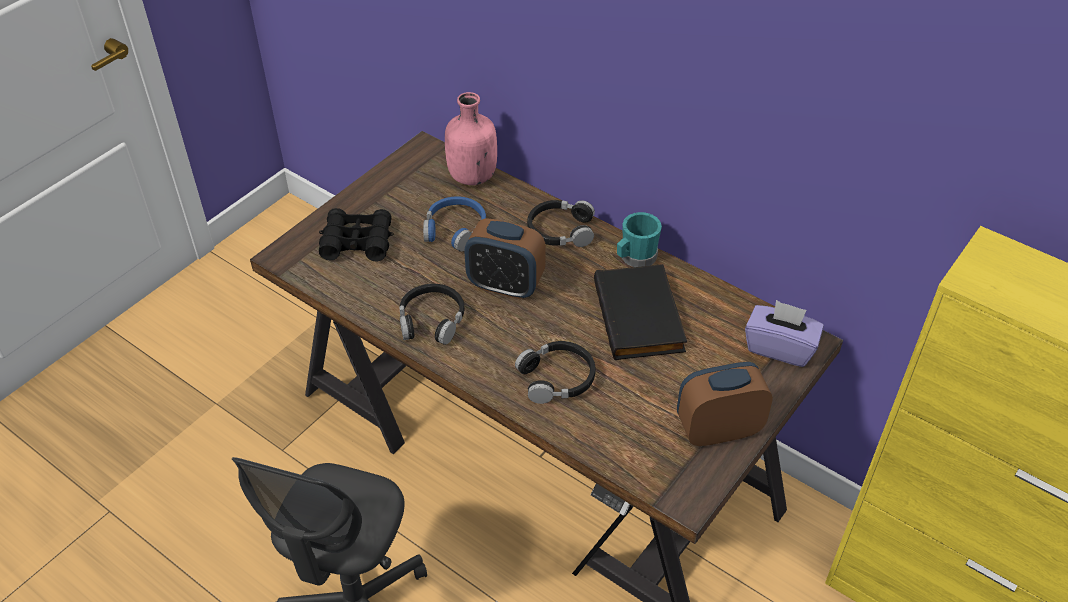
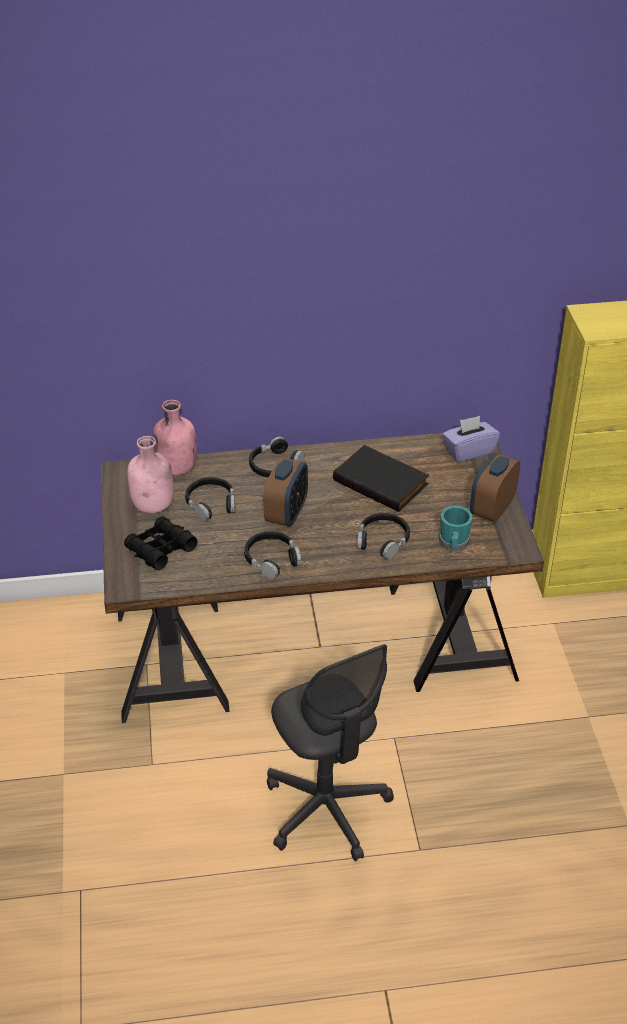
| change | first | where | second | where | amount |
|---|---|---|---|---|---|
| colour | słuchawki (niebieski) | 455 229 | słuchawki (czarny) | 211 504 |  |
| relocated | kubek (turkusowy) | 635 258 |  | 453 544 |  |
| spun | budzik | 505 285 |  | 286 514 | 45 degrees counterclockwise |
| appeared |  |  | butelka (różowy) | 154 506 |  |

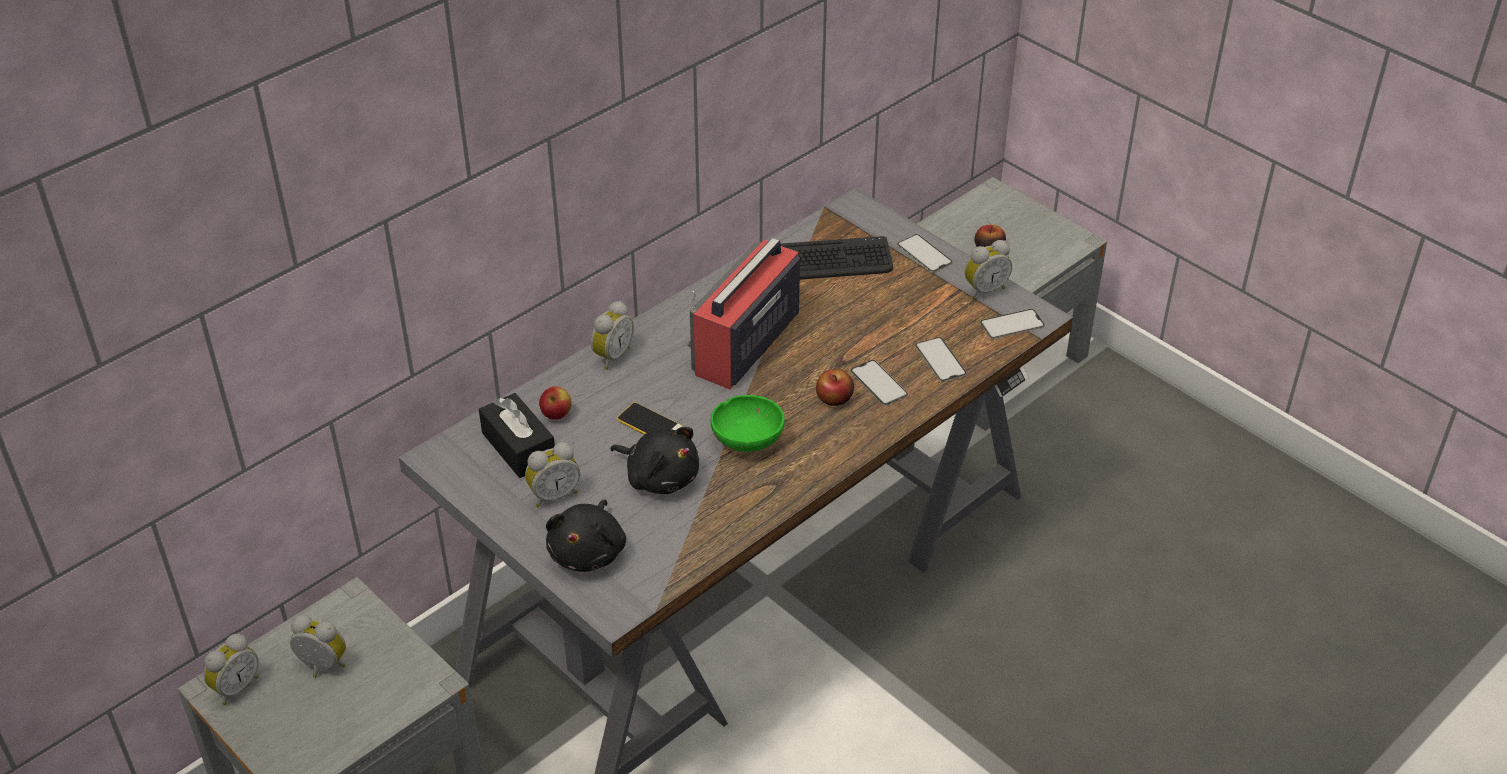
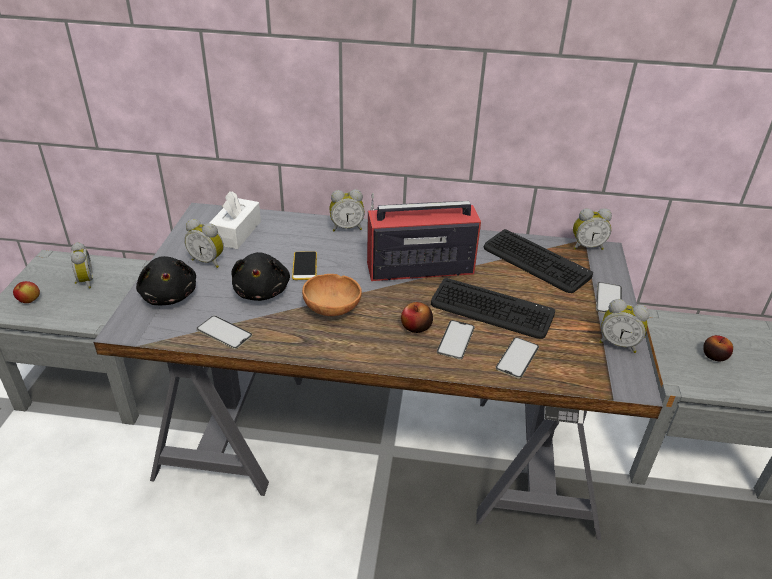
| change | first | where | second | where | amount |
|---|---|---|---|---|---|
| relocated | telefon | 1012 324 |  | 224 332 |  |
| relocated | jabłko | 556 415 |  | 29 301 |  |
| colour | pudełko chusteczek (czarny) | 518 447 | pudełko chusteczek (biały) | 236 232 |  |
| colour | miska (zielony) | 748 440 | miska (brązowy) | 333 309 |  |
| spun | pluszak (czarny) | 589 552 |  | 169 295 | 90 degrees counterclockwise |
| relocated | budzik | 235 687 |  | 586 246 |  |
| appeared |  |  | klawiatura | 491 310 |  |

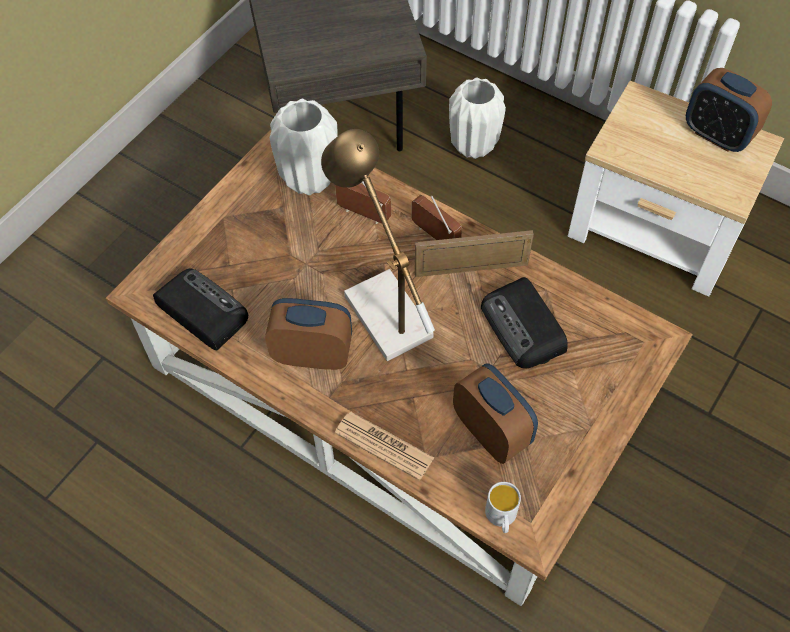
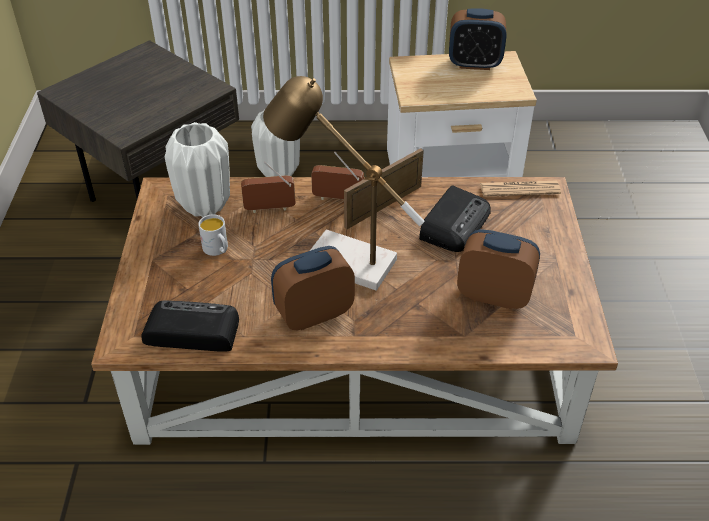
| change | first | where | second | where | amount |
|---|---|---|---|---|---|
| spun | radio | 524 328 |  | 455 224 | 90 degrees counterclockwise |
| relocated | gazeta | 384 445 |  | 519 189 |  |
| relocated | kubek (biały) | 501 517 |  | 217 250 |  |

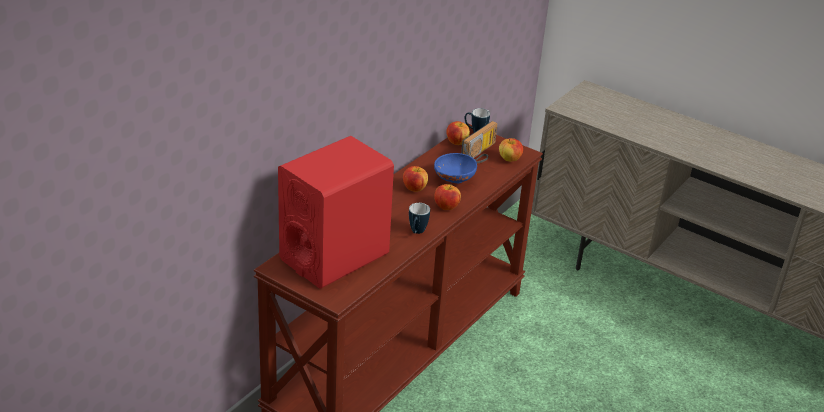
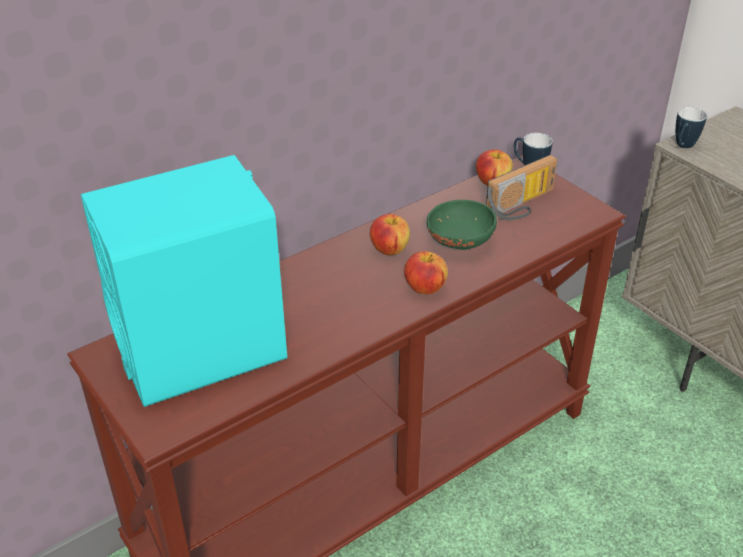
| change | first | where | second | where | amount |
|---|---|---|---|---|---|
| colour | głośnik (czerwony) | 335 256 | głośnik (turkusowy) | 201 350 |  |
| missing | jabłko | 509 159 |  |  |  |
| colour | miska (niebieski) | 453 179 | miska (zielony) | 458 242 |  |
| relocated | kubek | 416 232 |  | 683 147 |  |

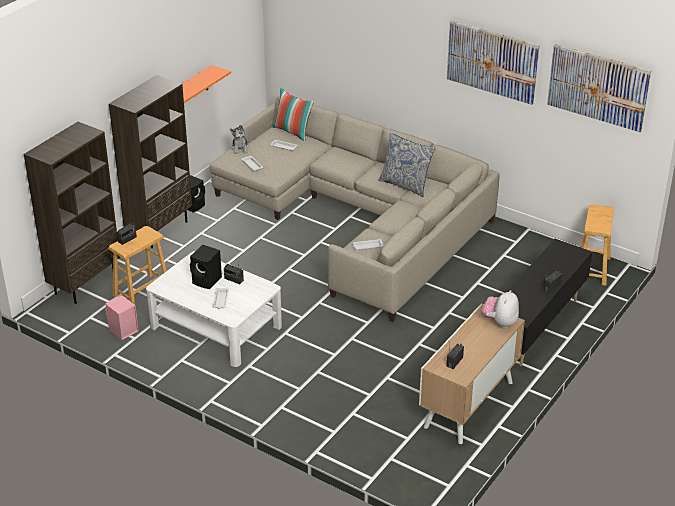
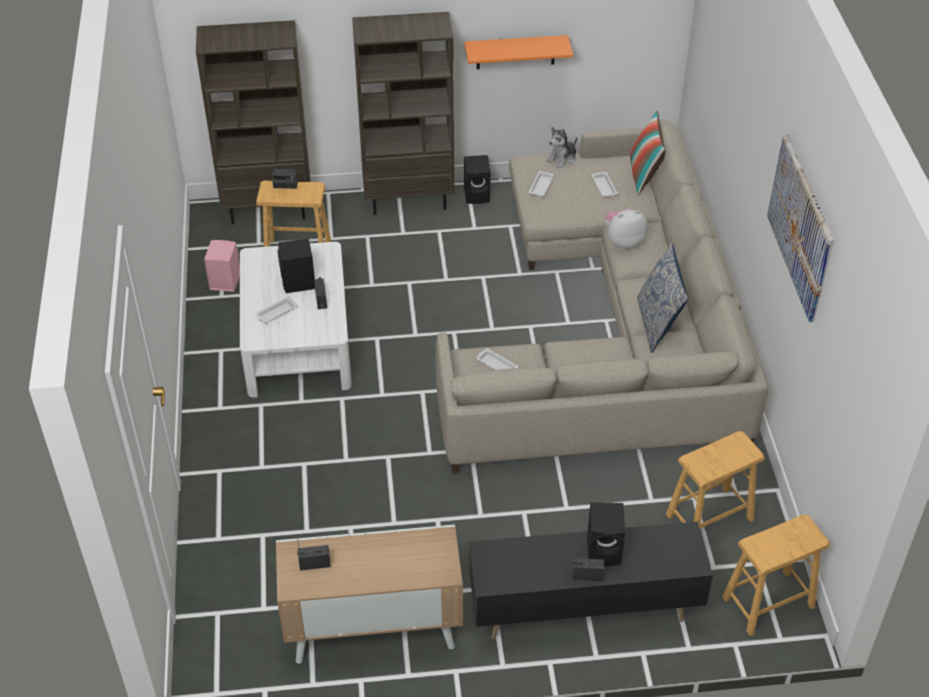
| change | first | where | second | where | amount |
|---|---|---|---|---|---|
| missing | obraz | 598 87 |  |  |  |
| relocated | pluszak | 500 322 |  | 623 241 |  |
| appeared |  |  | stołek (brązowy) | 709 517 |  |
| appeared |  |  | głośnik (czarny) | 605 550 |  |

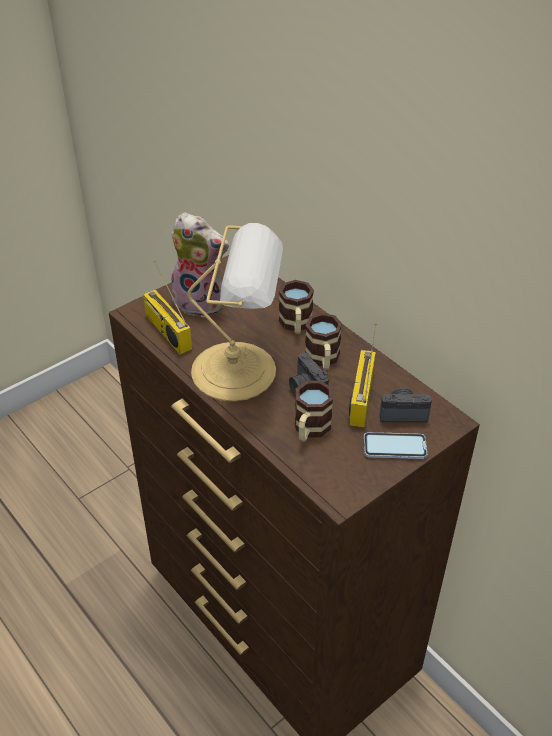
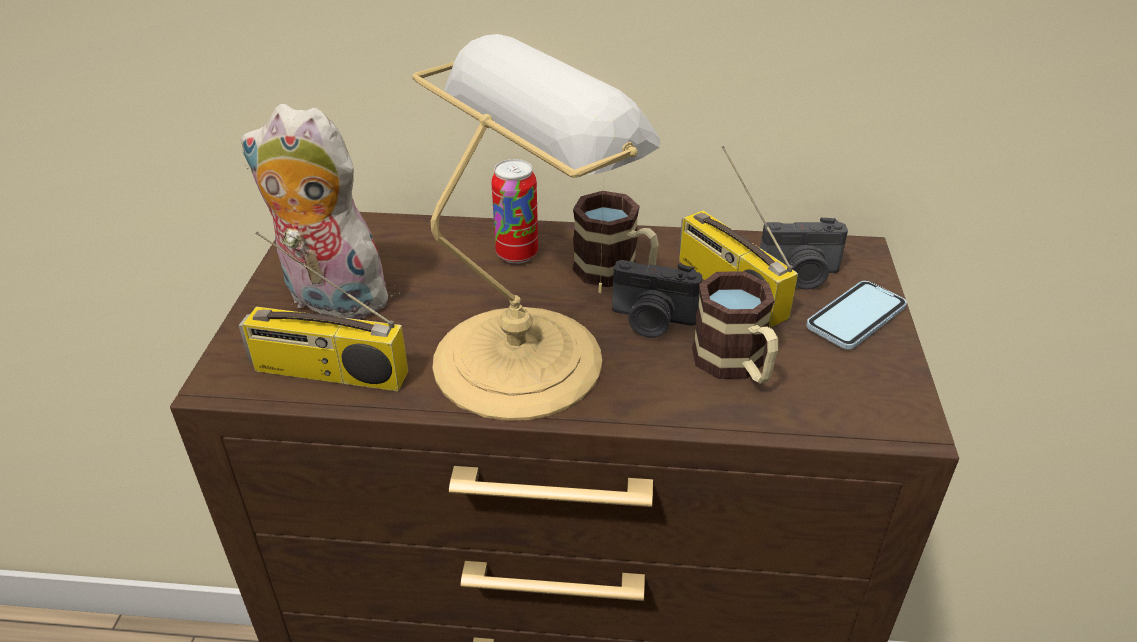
| change | first | where | second | where | amount |
|---|---|---|---|---|---|
| spun | pluszak | 201 302 |  | 329 300 | 135 degrees counterclockwise |
| exchanged | kubek | 296 325 | puszka | 517 254 |  |
| spun | aparat fotograficzny | 403 413 |  | 800 275 | 135 degrees counterclockwise |

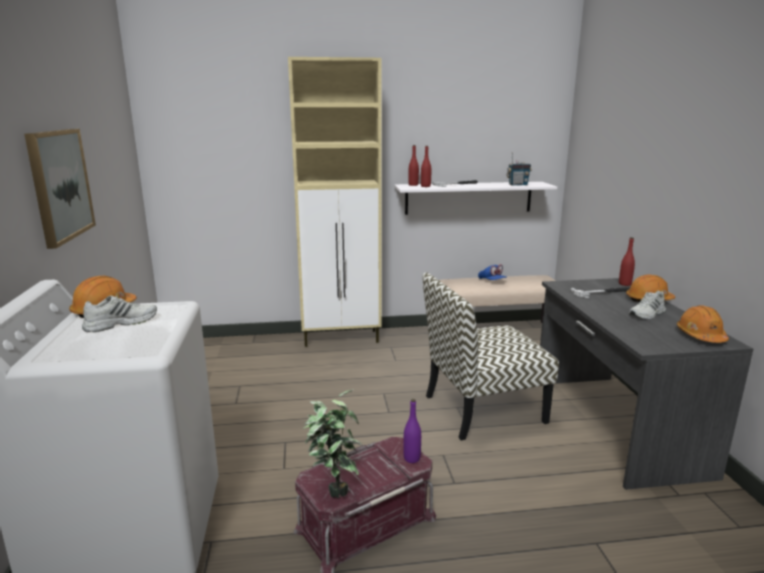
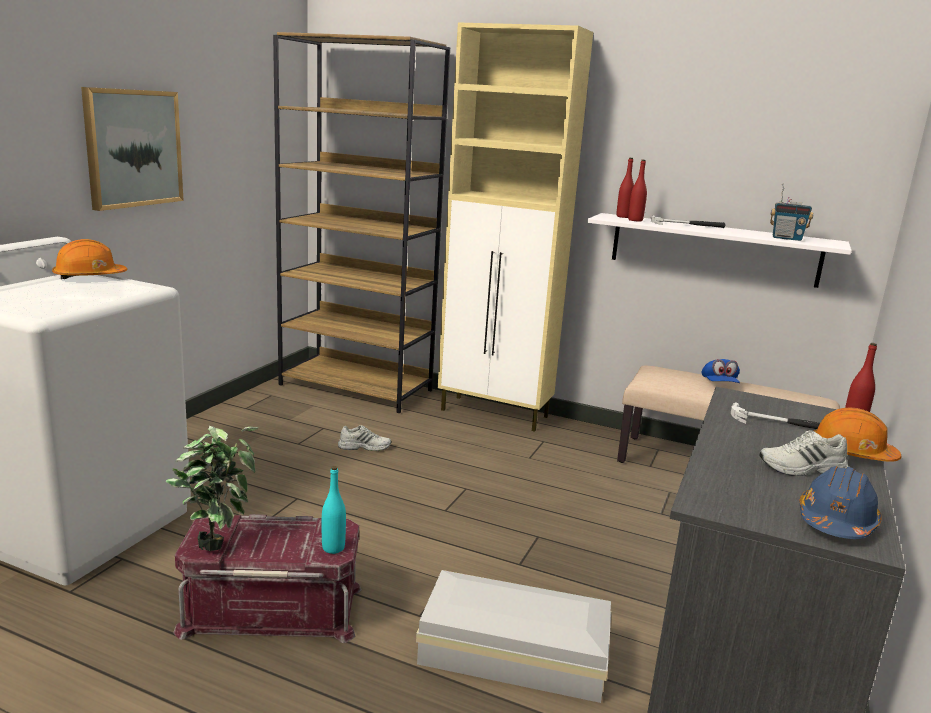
| change | first | where | second | where | amount |
|---|---|---|---|---|---|
| missing | krzesło | 482 409 |  |  |  |
| relocated | but (biały) | 121 323 |  | 364 446 |  |
| colour | kask (pomarańczowy) | 700 336 | kask (niebieski) | 836 522 |  |
| colour | butelka (fioletowy) | 412 458 | butelka (turkusowy) | 333 548 |  |
| appeared |  |  | regał (brązowy) | 357 387 |  |
| appeared |  |  | pojemnik do przechowywania (biały) | 516 655 |  |

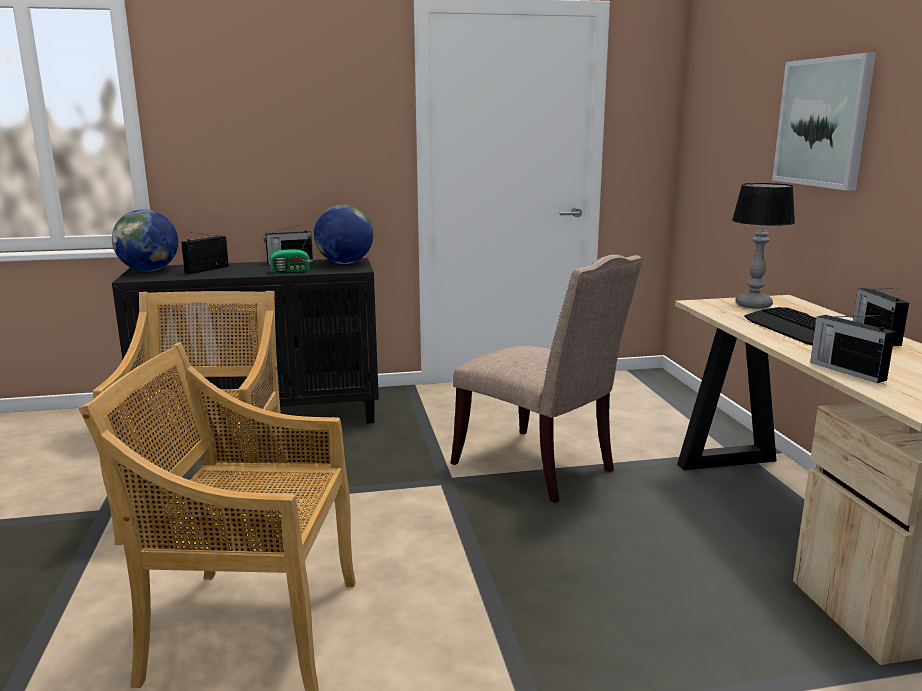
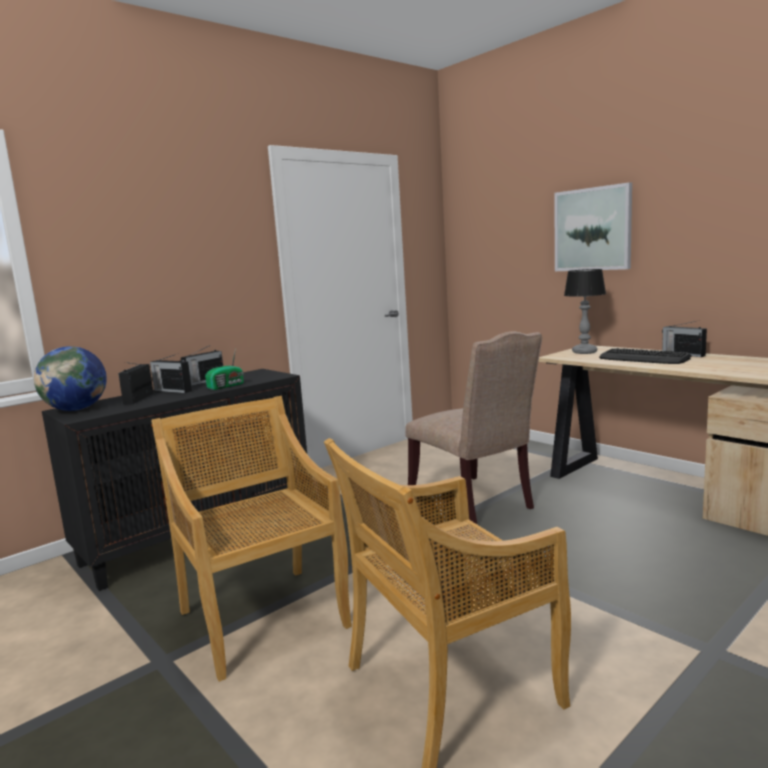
| change | first | where | second | where | amount |
|---|---|---|---|---|---|
| missing | globus | 345 263 |  |  |  |
| spun | krzesło (beżowy) | 540 468 |  | 475 504 | 45 degrees clockwise |
| relocated | radio | 845 370 |  | 172 390 |  |

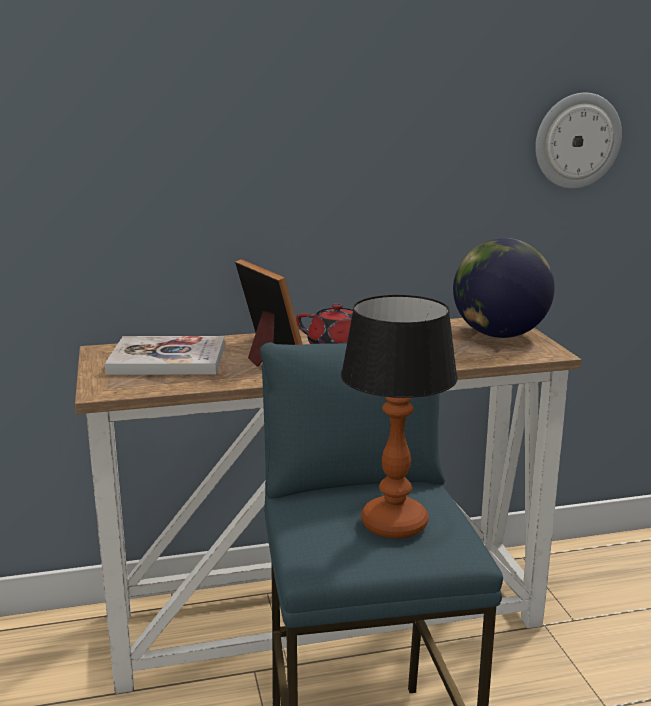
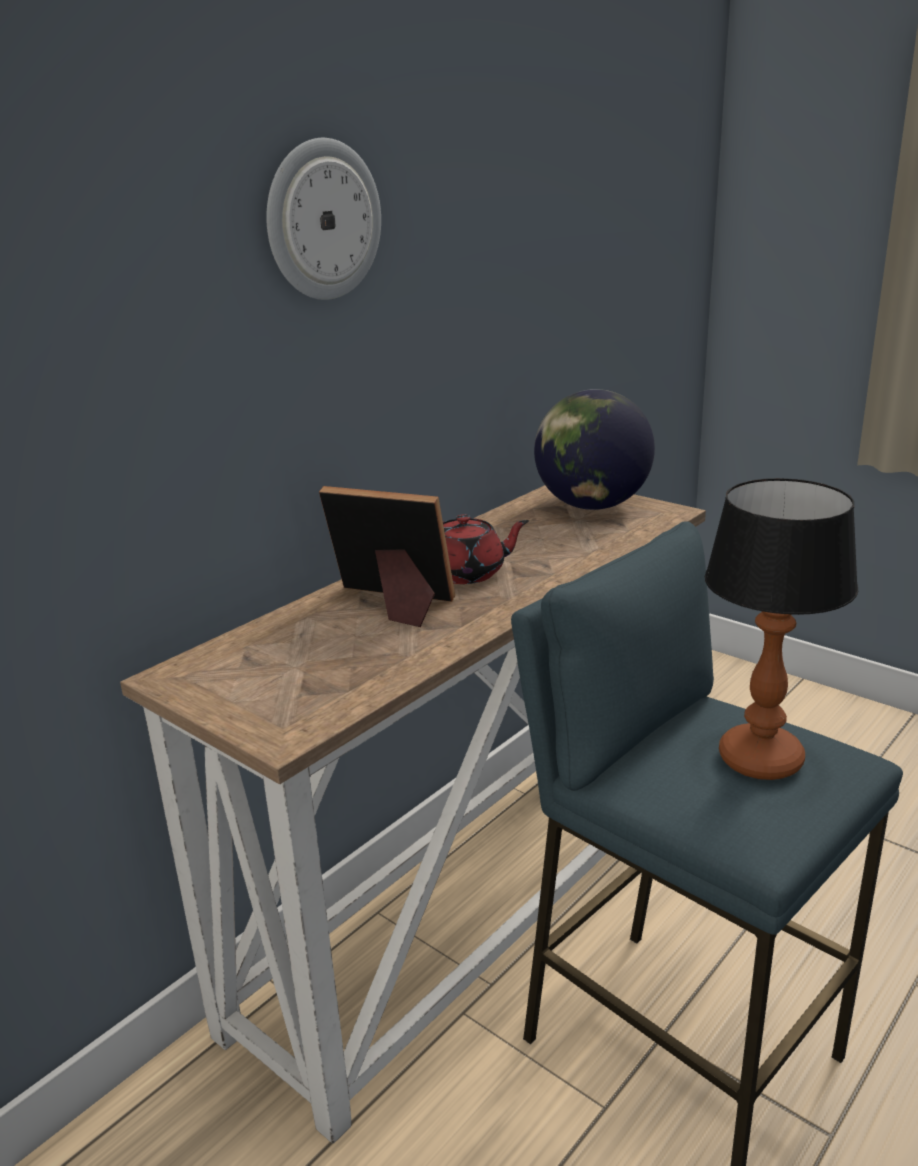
| change | first | where | second | where | amount |
|---|---|---|---|---|---|
| relocated | zegar ścienny | 577 141 |  | 322 220 |  |
| missing | książka | 167 359 |  |  |  |

